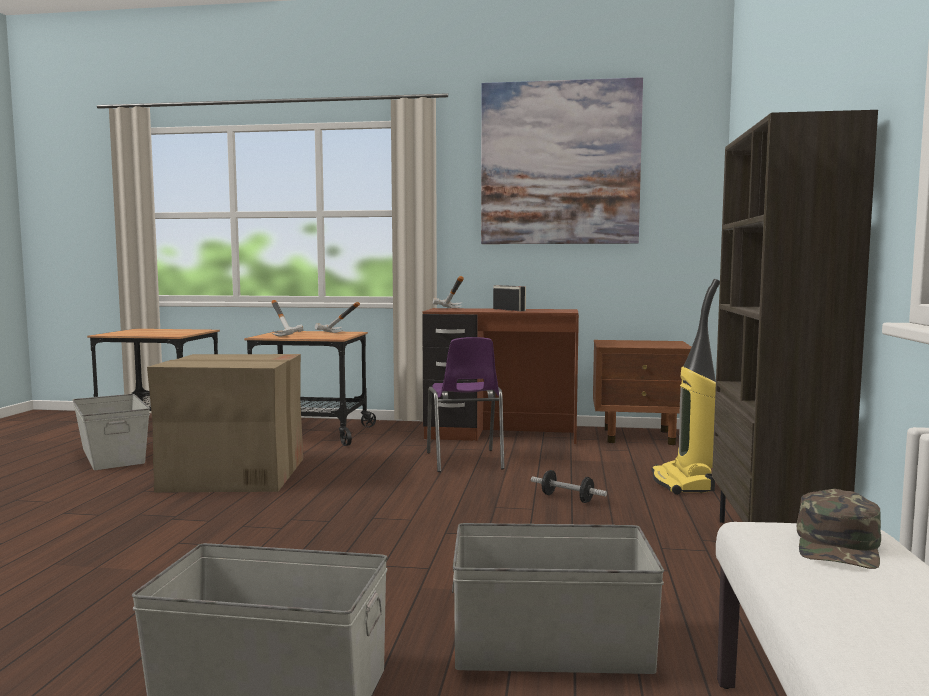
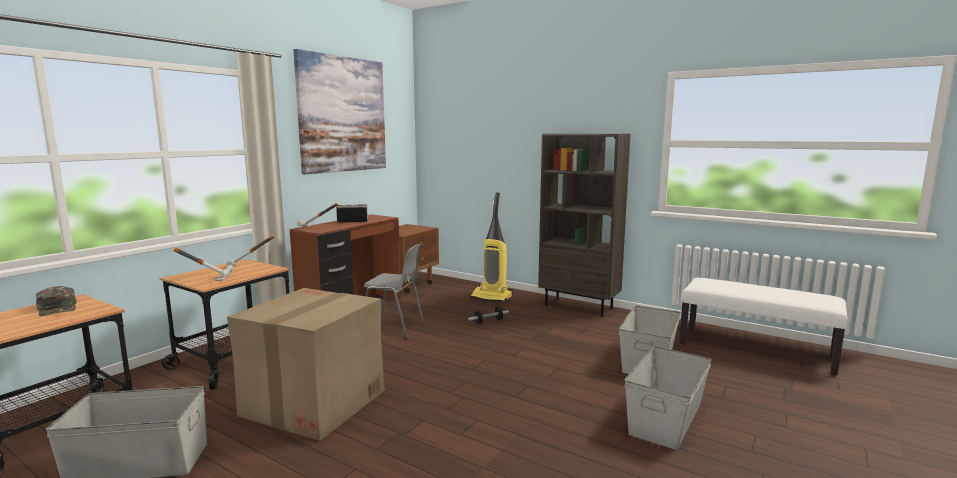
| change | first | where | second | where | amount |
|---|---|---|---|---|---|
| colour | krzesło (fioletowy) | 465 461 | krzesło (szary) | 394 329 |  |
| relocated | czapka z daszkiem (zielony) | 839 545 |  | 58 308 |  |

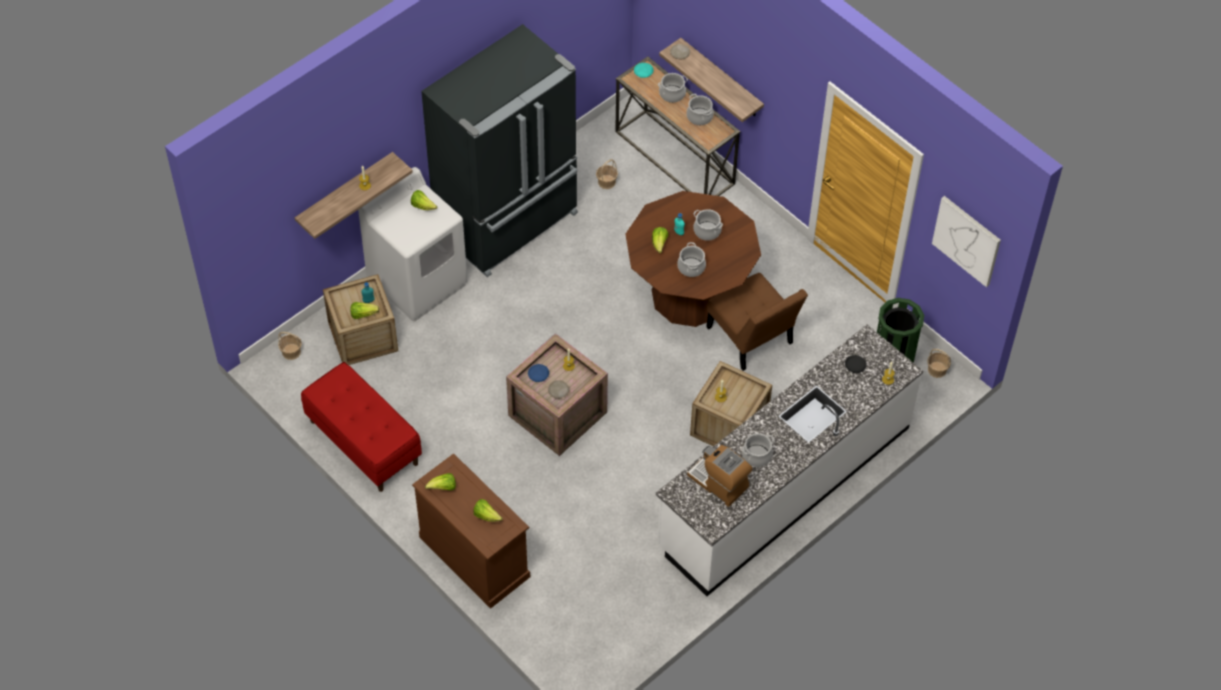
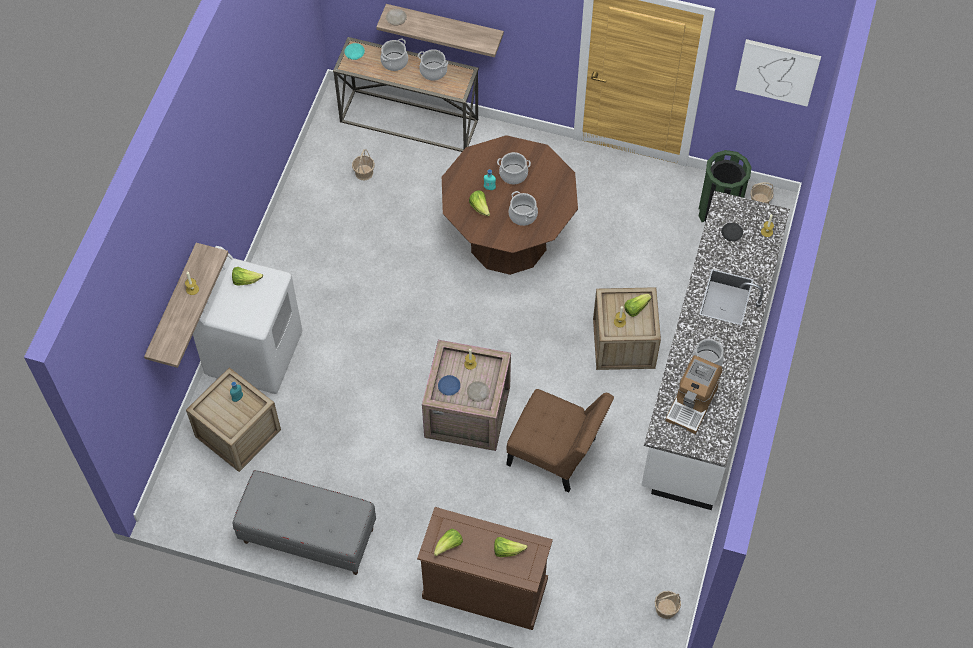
| change | first | where | second | where | amount |
|---|---|---|---|---|---|
| missing | lodówka (czarny) | 509 223 |  |  |  |
| relocated | krzesło (brązowy) | 752 339 |  | 556 454 |  |
| relocated | sałata | 363 314 |  | 636 308 |  |
| relocated | koszyk | 291 352 |  | 666 609 |  |
| colour | ławka (czerwony) | 363 442 | ławka (szary) | 308 536 |  |
| spun | ekspres do kawy | 719 482 |  | 692 403 | 75 degrees counterclockwise |

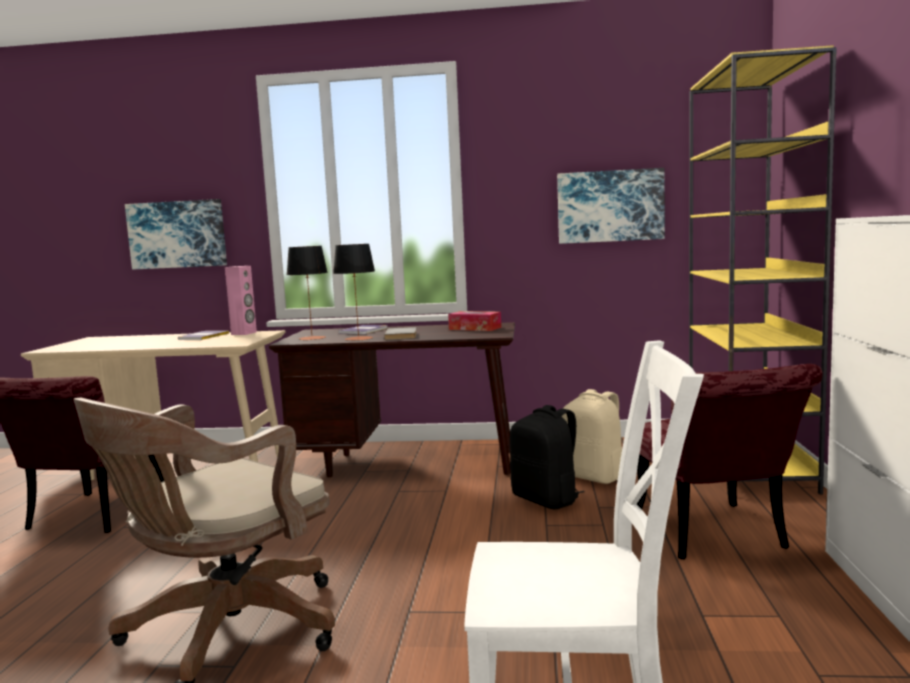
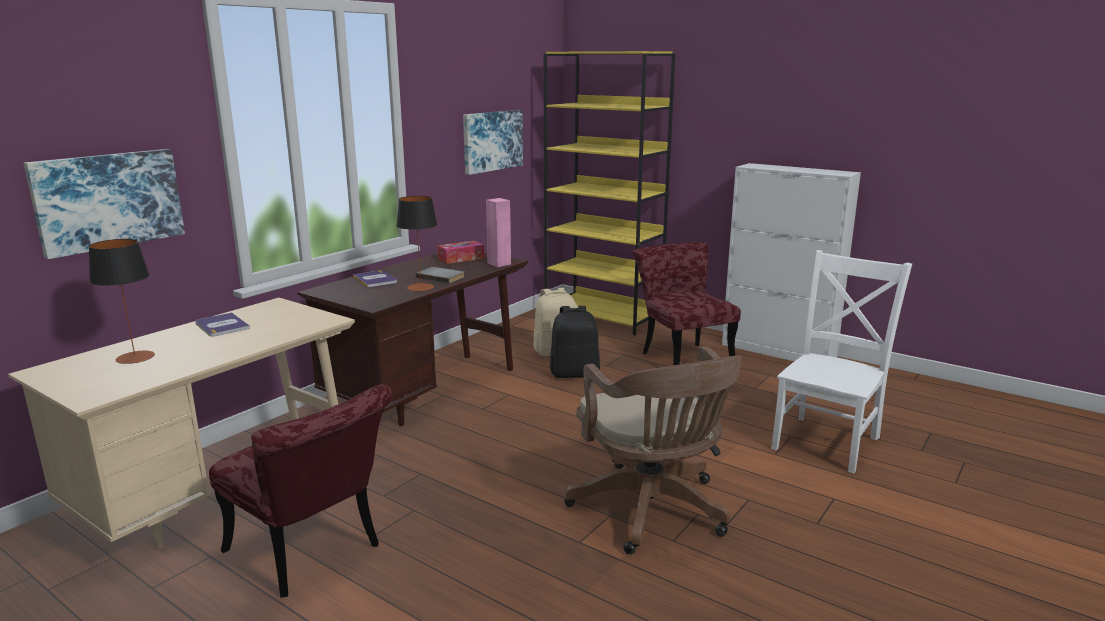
| change | first | where | second | where | amount |
|---|---|---|---|---|---|
| relocated | lampa stołowa | 312 338 |  | 135 357 |  |
| relocated | głośnik (różowy) | 244 333 |  | 499 264 |  |
| spun | krzesło (czerwony) | 716 537 |  | 682 357 | 135 degrees counterclockwise |

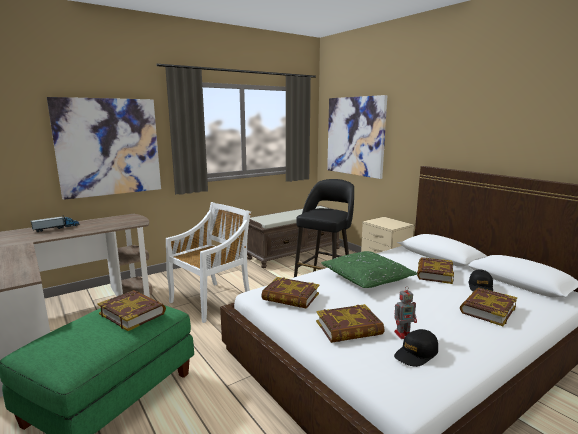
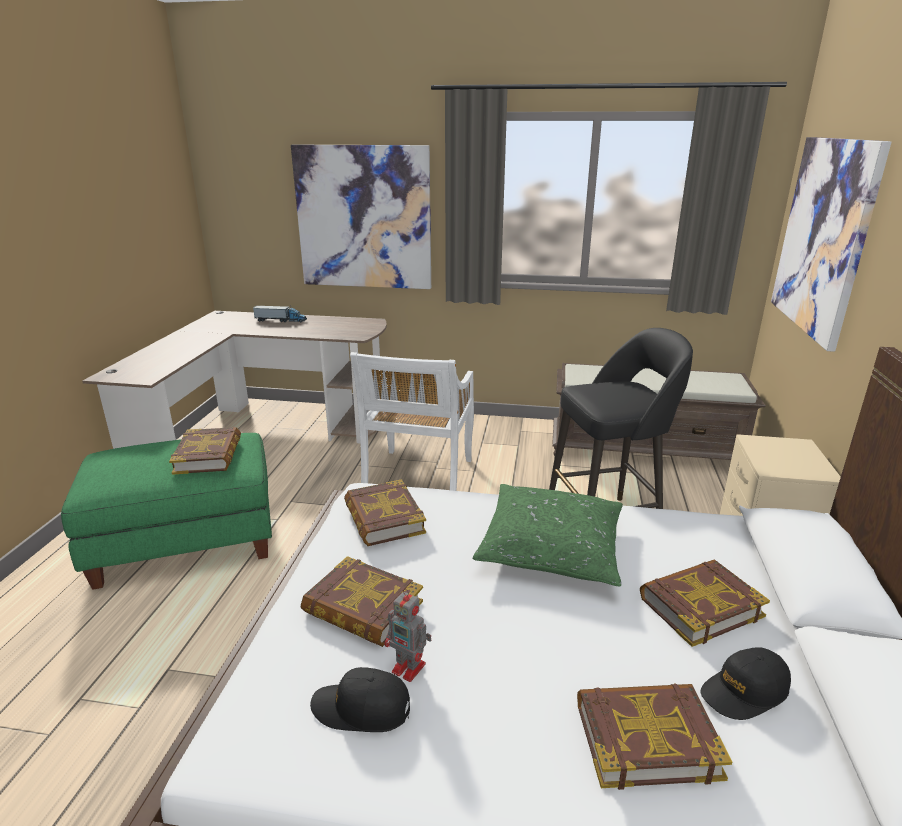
| change | first | where | second | where | amount |
|---|---|---|---|---|---|
| spun | krzesło (biały) | 211 301 |  | 418 477 | 105 degrees clockwise |

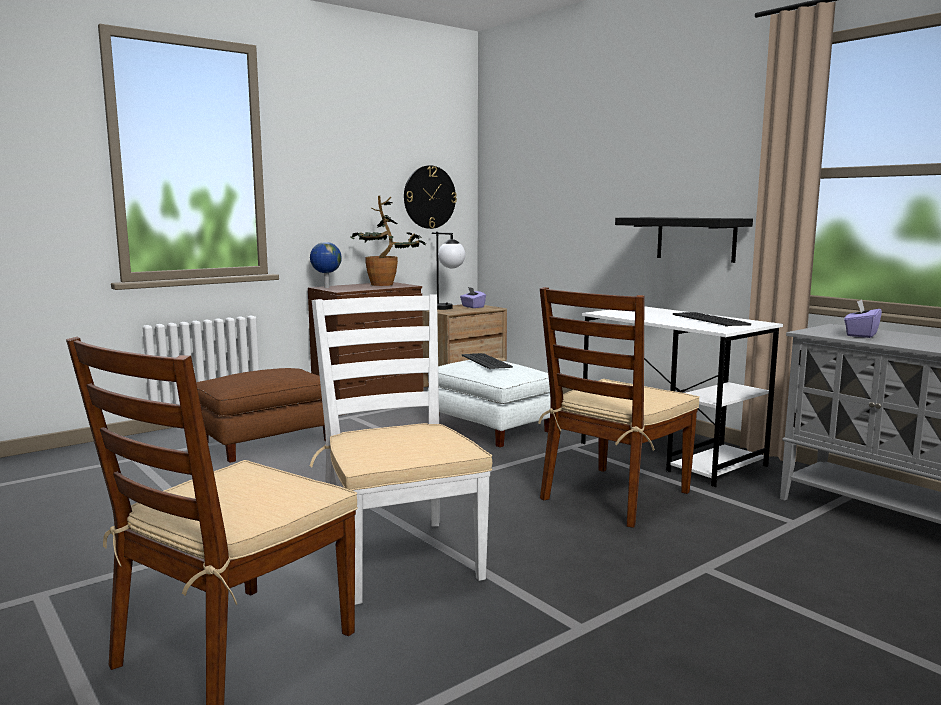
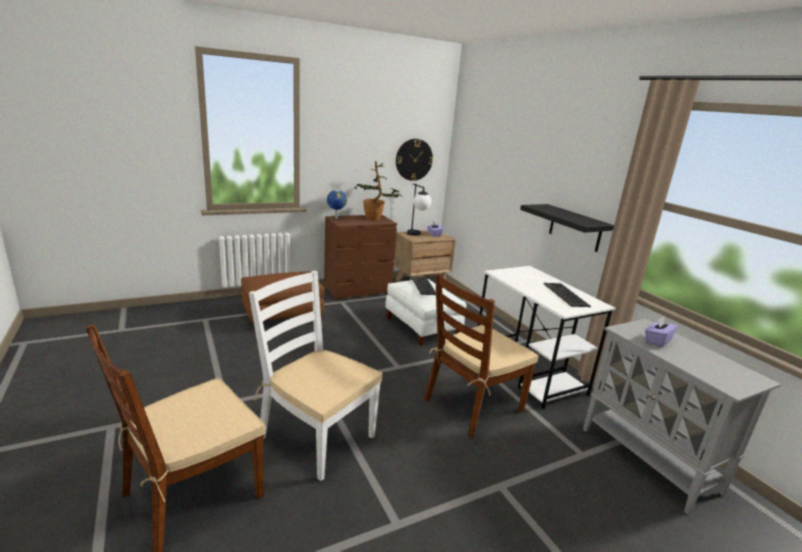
| change | first | where | second | where | amount |
|---|---|---|---|---|---|
| spun | krzesło (biały) | 400 558 |  | 316 436 | 45 degrees counterclockwise |

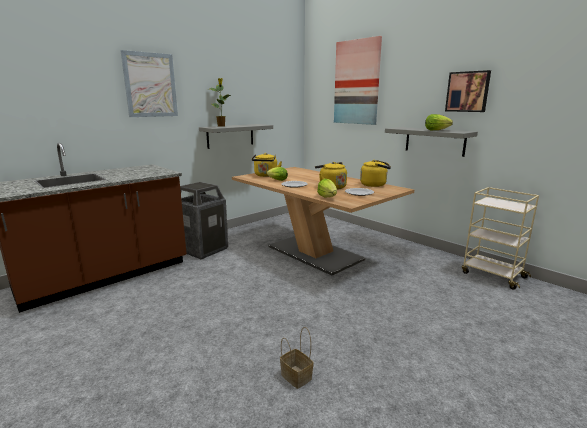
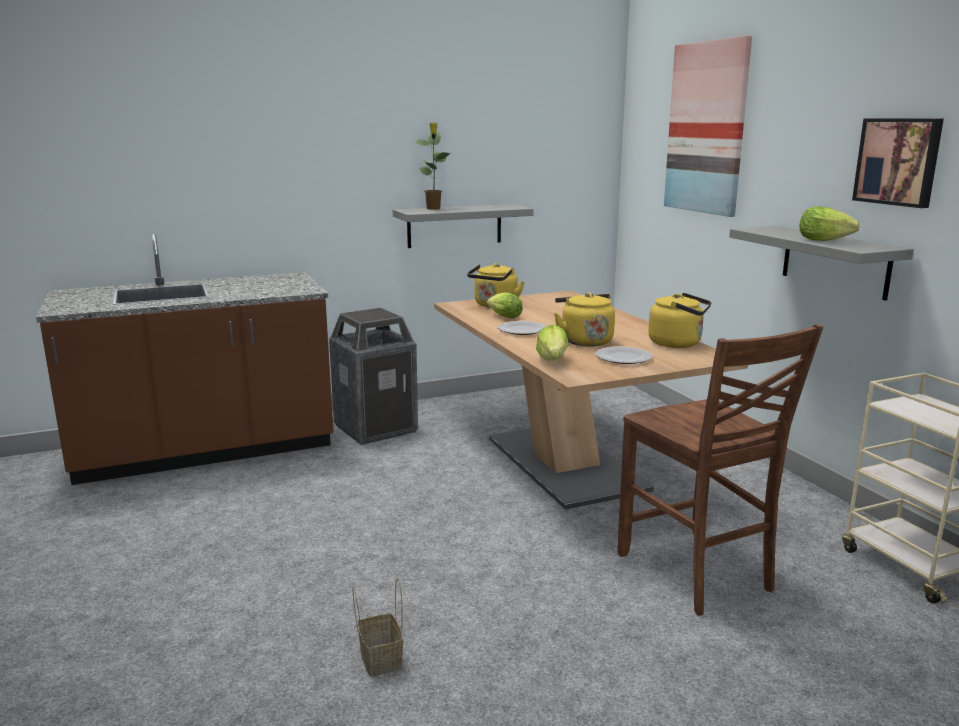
| change | first | where | second | where | amount |
|---|---|---|---|---|---|
| missing | obraz | 150 85 |  |  |  |
| appeared |  |  | krzesło (brązowy) | 696 573 |  |

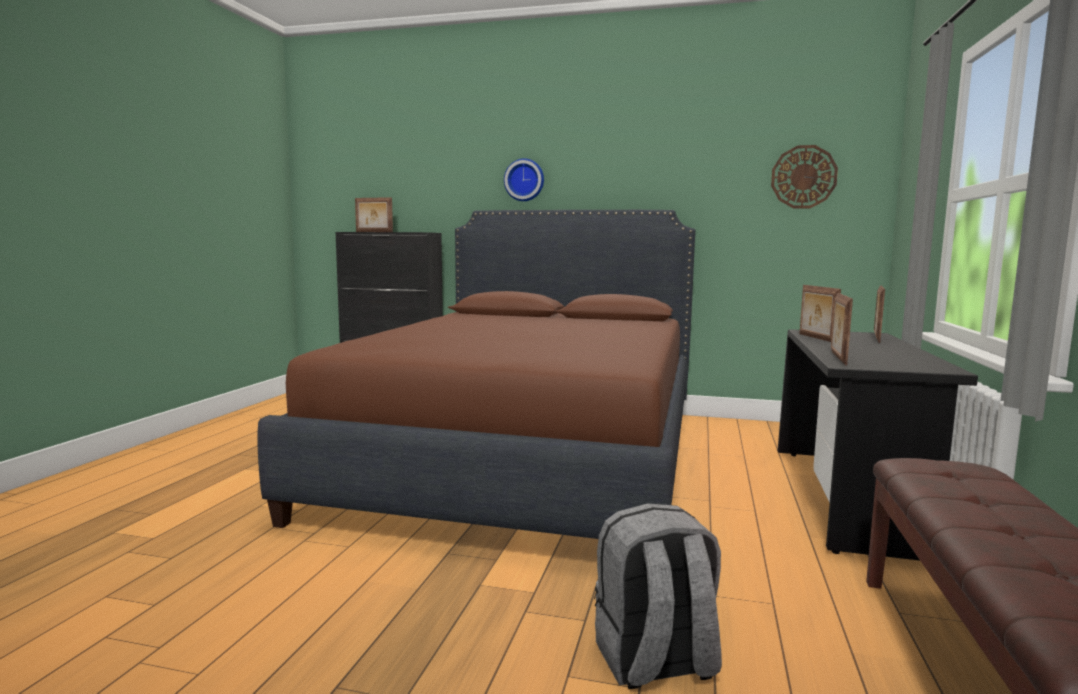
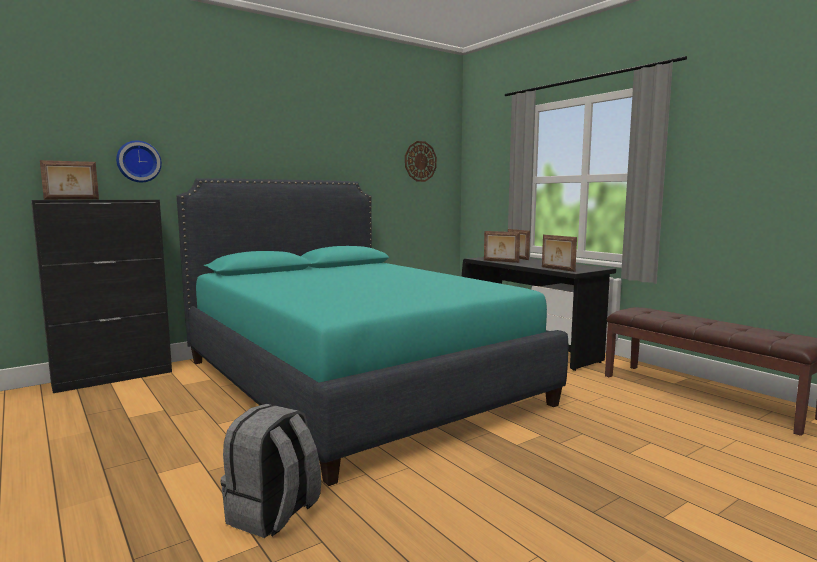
| change | first | where | second | where | amount |
|---|---|---|---|---|---|
| relocated | zegar ścienny | 524 180 |  | 138 161 |  |
| colour | łóżko (brązowy) | 527 458 | łóżko (turkusowy) | 354 381 |  |
| relocated | plecak (szary) | 655 662 |  | 273 515 |  |

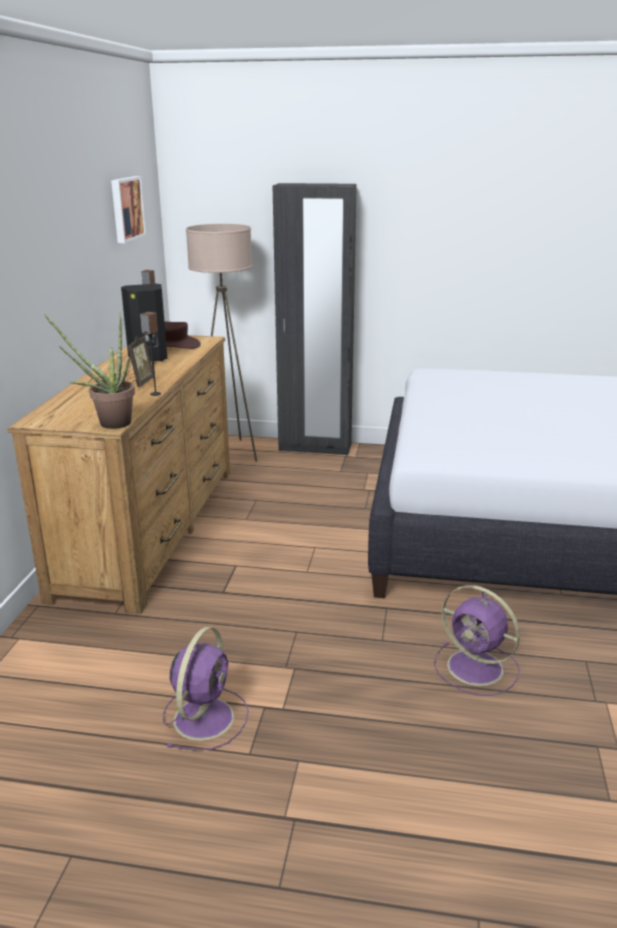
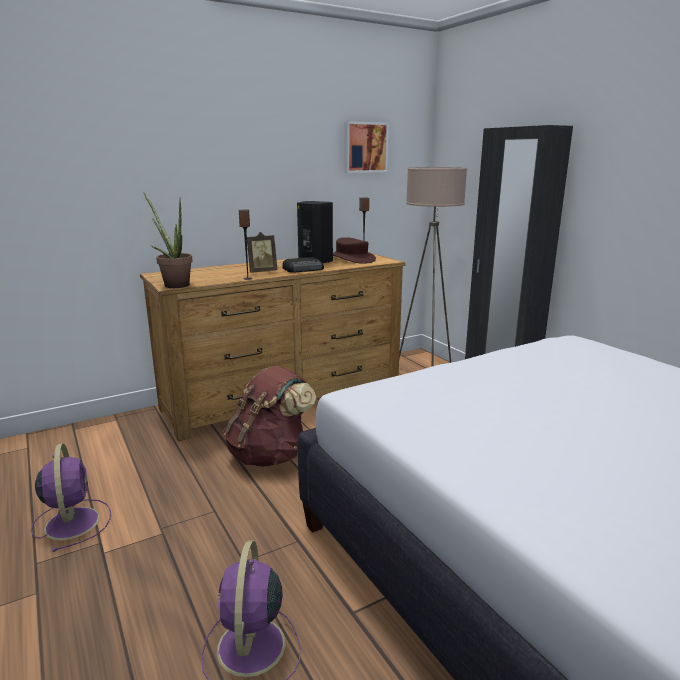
| change | first | where | second | where | amount |
|---|---|---|---|---|---|
| spun | wentylator (fioletowy) | 205 716 |  | 72 522 | 90 degrees counterclockwise |
| appeared |  |  | radio | 304 269 |  |
| appeared |  |  | plecak (brązowy) | 270 455 |  |

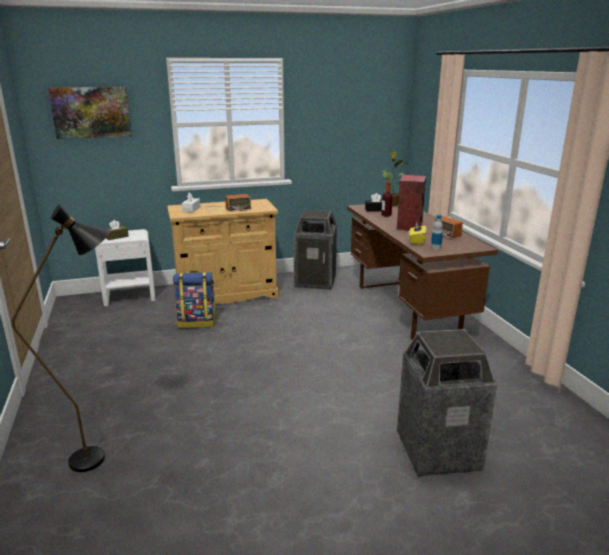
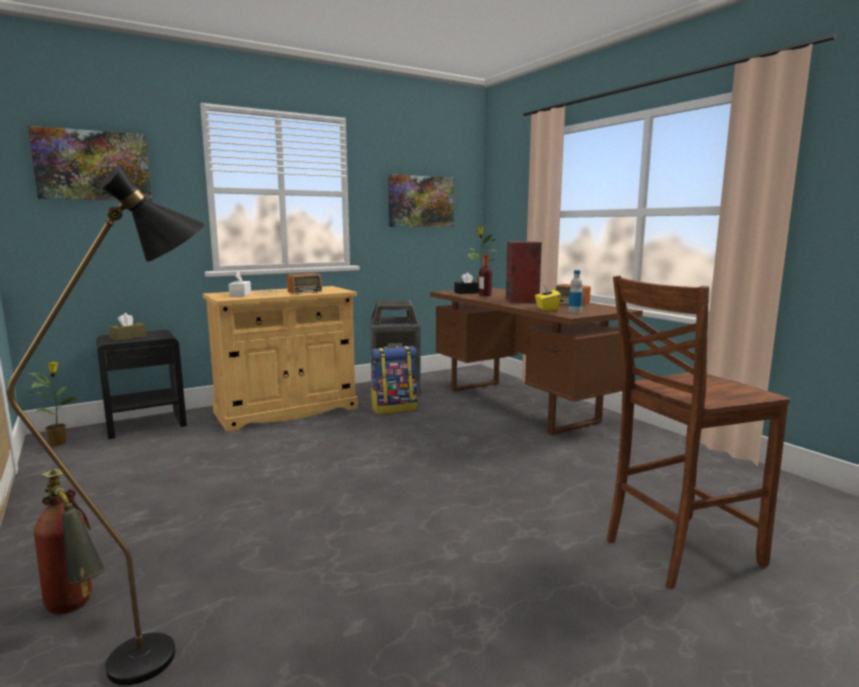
| change | first | where | second | where | amount |
|---|---|---|---|---|---|
| colour | szafka nocna (biały) | 130 296 | szafka nocna (czarny) | 147 424 |  |
| relocated | plecak | 197 322 |  | 394 408 |  |
| exchanged | kosz na śmieci | 437 451 | krzesło (brązowy) | 677 551 |  |
| appeared |  |  | obraz | 421 201 |  |
| appeared |  |  | roślina doniczkowa | 59 443 |  |
| appeared |  |  | gaśnica | 77 610 |  |

